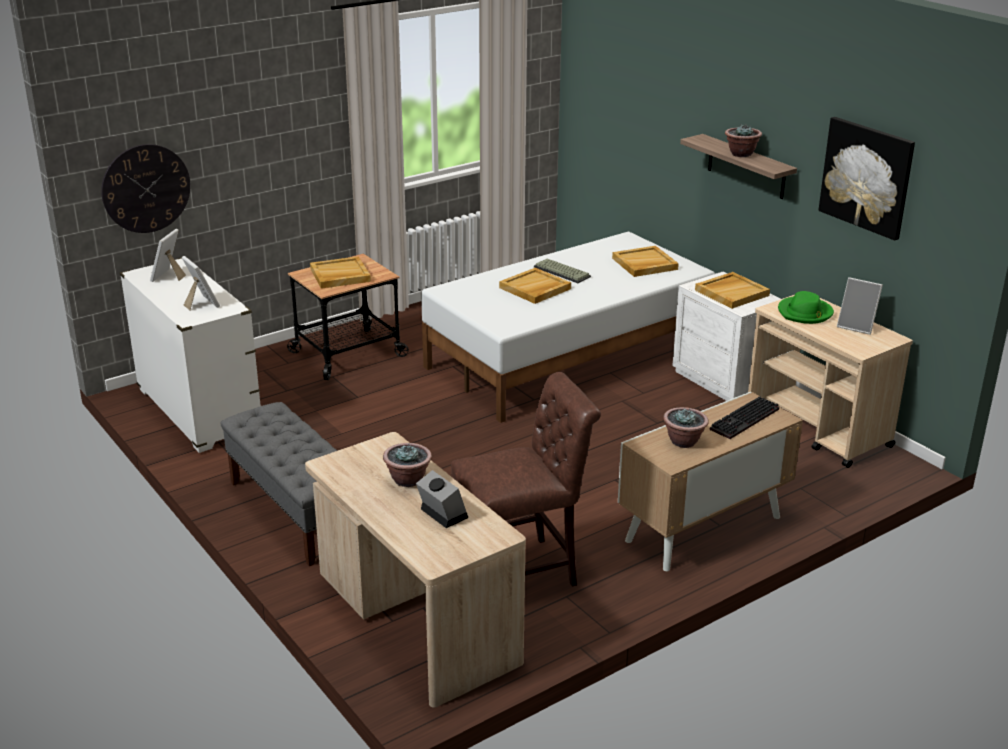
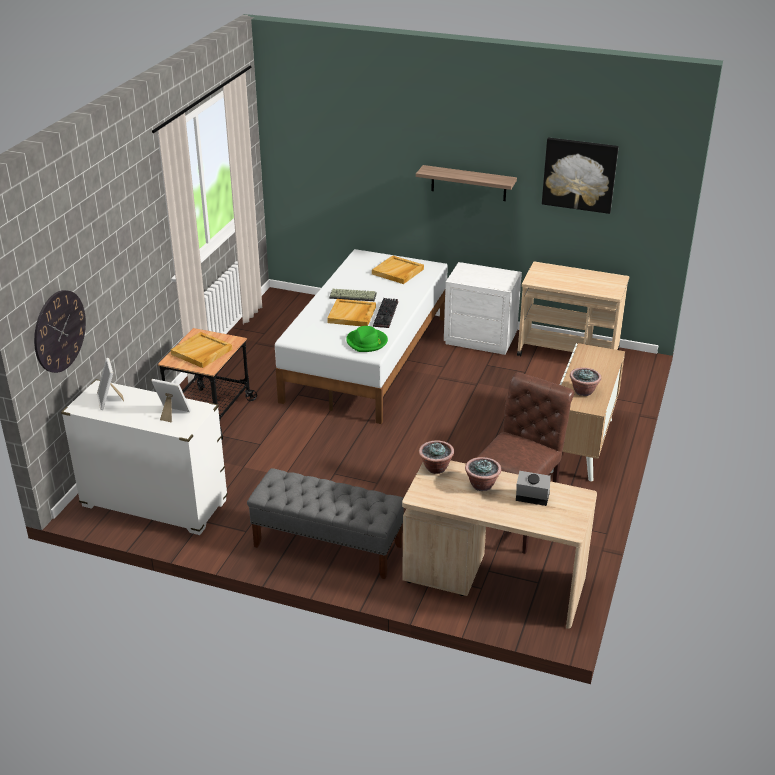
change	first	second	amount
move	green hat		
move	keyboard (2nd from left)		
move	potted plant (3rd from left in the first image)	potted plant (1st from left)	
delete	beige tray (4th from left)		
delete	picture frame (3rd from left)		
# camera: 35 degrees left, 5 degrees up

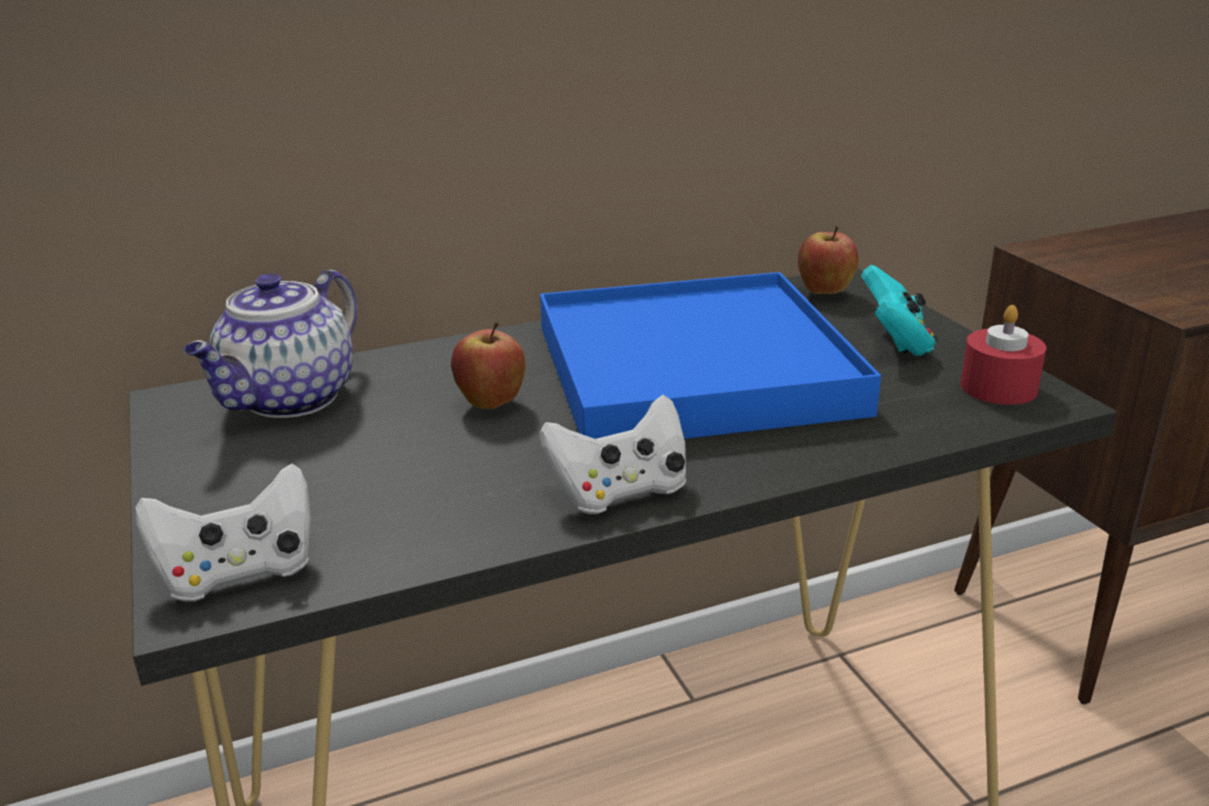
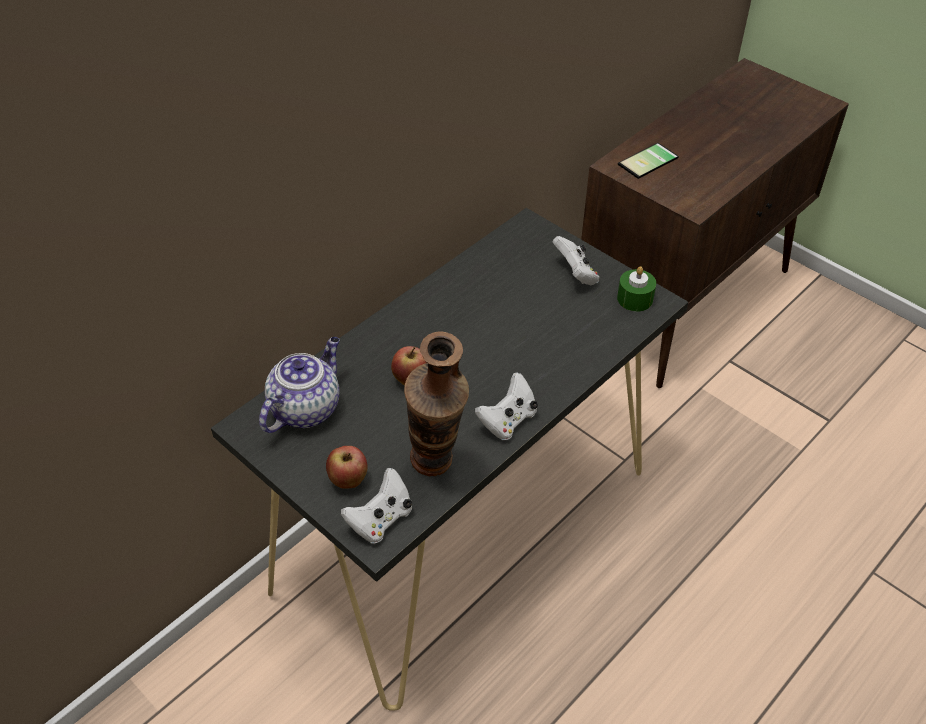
change	first	second	amount
rotate	teapot		150 degrees counterclockwise
move	apple (2nd from left in the first image)	apple (1st from left)	
insert		vase	
recolor	turquoise game controller	white game controller (3rd from left)	
recolor	red candle	green candle	
insert		phone	
delete	blue tray		
# camera: 25 degrees left, 20 degrees up

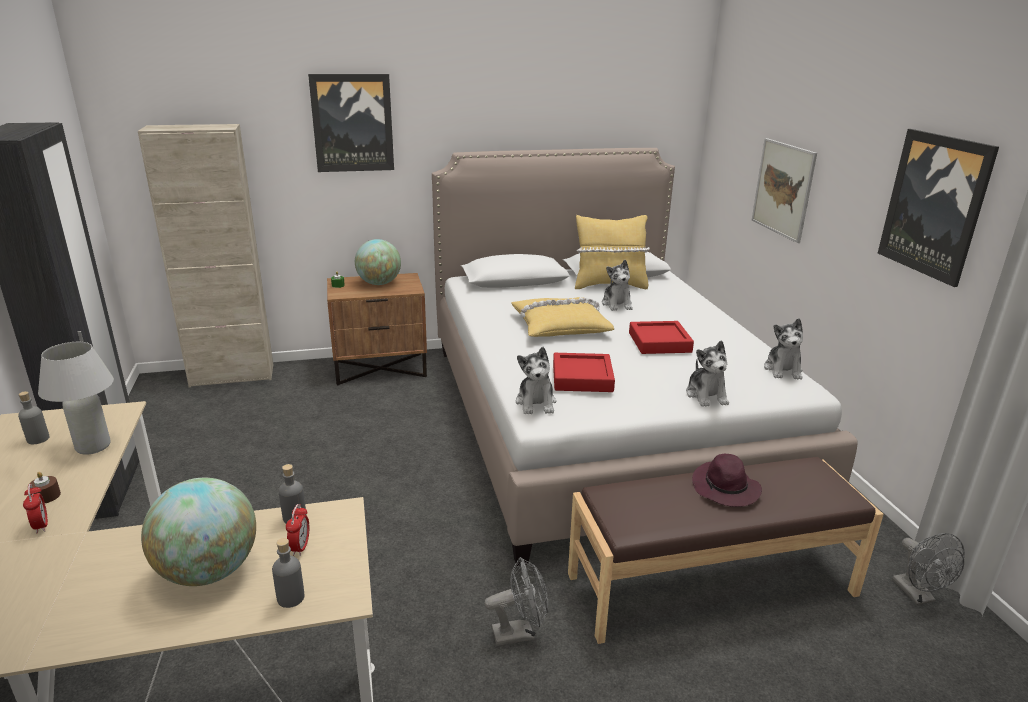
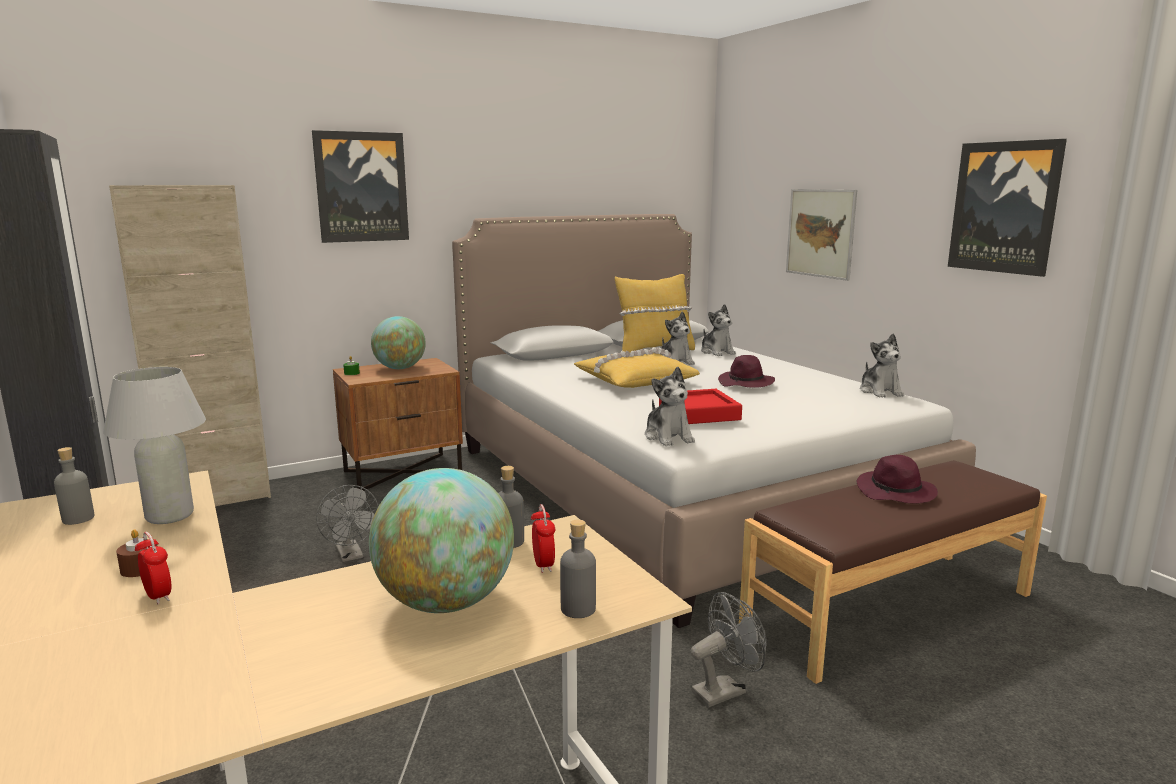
change	first	second	amount
move	grey fan (2nd from left in the first image)	grey fan (1st from left)	
move	plush toy (3rd from left)		
replace	red tray (2nd from left)	purple hat (1st from left)	
# camera: 15 degrees left, 10 degrees down

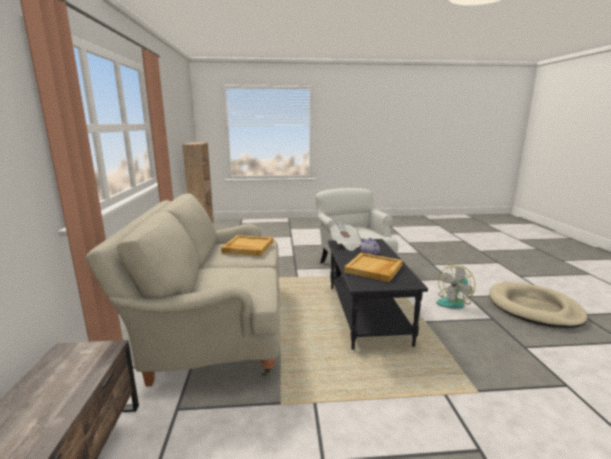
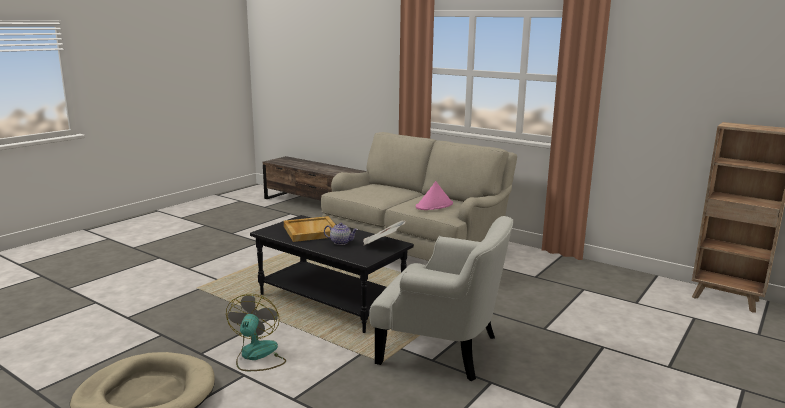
change	first	second	amount
replace	beige tray (1st from left)	pink hat	
# camera: 130 degrees right, 0 degrees up

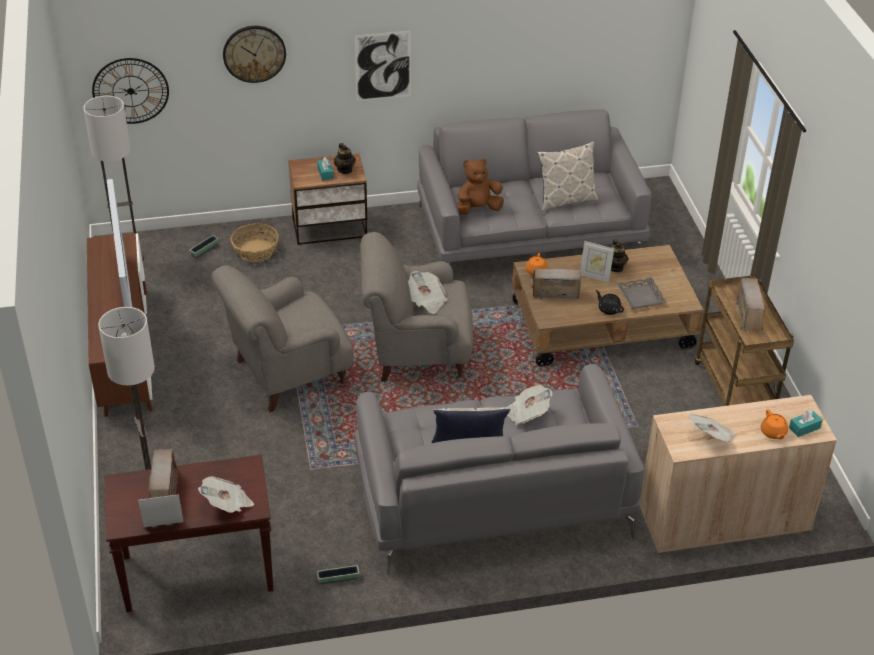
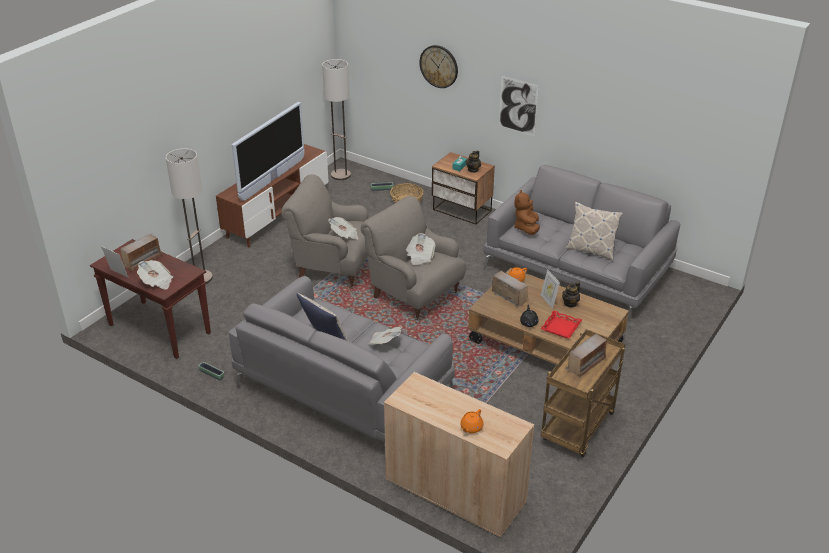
change	first	second	amount
move	newspaper (4th from left in the first image)	newspaper (2nd from left)	
rotate	brown plush toy		105 degrees counterclockwise
recolor	grey tray	red tray	
delete	wall clock (1st from left)		
delete	turquoise tissue box (2nd from left)		
# camera: 45 degrees right, 5 degrees down

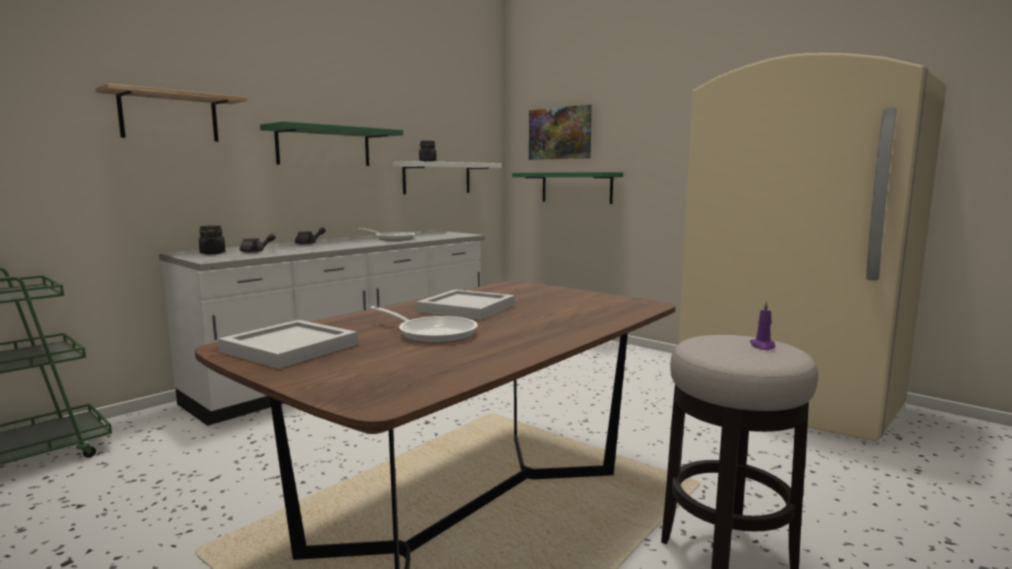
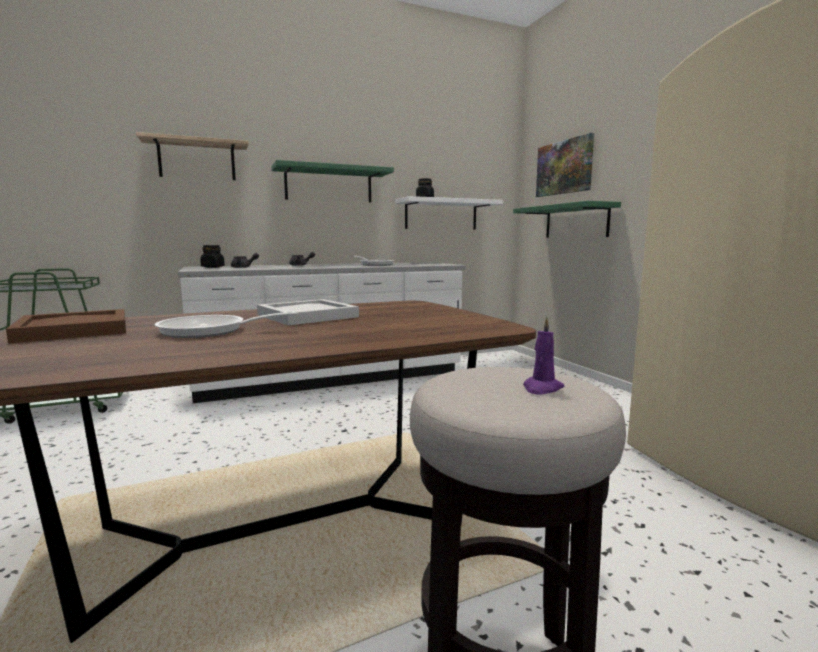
change	first	second	amount
recolor	white tray (1st from left)	brown tray	
rotate	frying pan (2nd from left in the first image)	frying pan (1st from left)	120 degrees clockwise
# camera: 25 degrees right, 0 degrees up

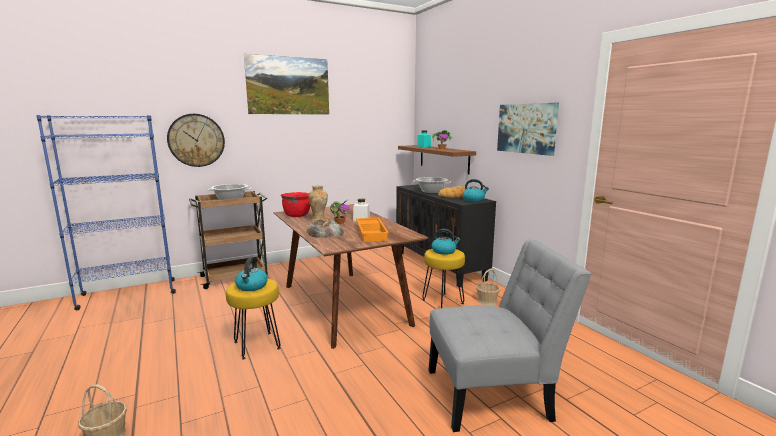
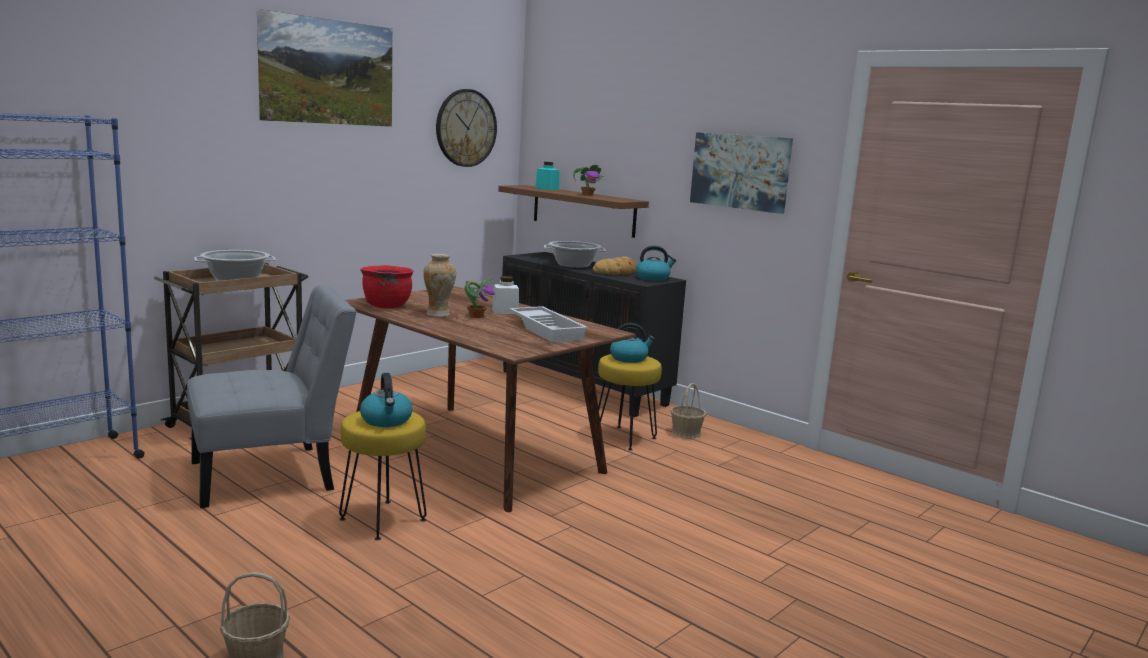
change	first	second	amount
move	grey chair		
move	wall clock		
recolor	orange tray	white tray	
delete	bread (1st from left)		
# camera: 20 degrees left, 0 degrees up

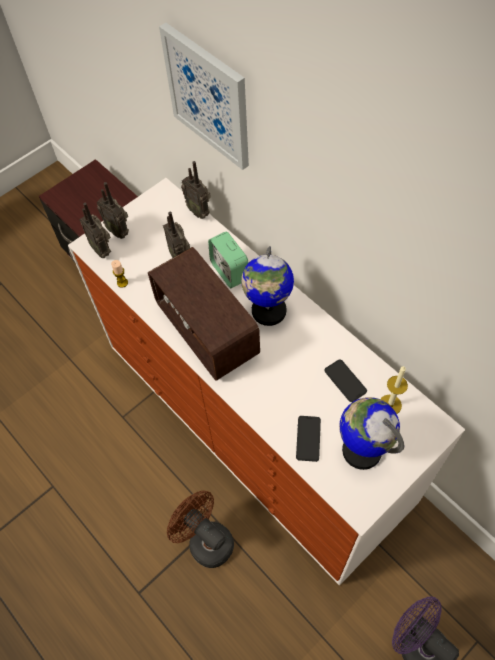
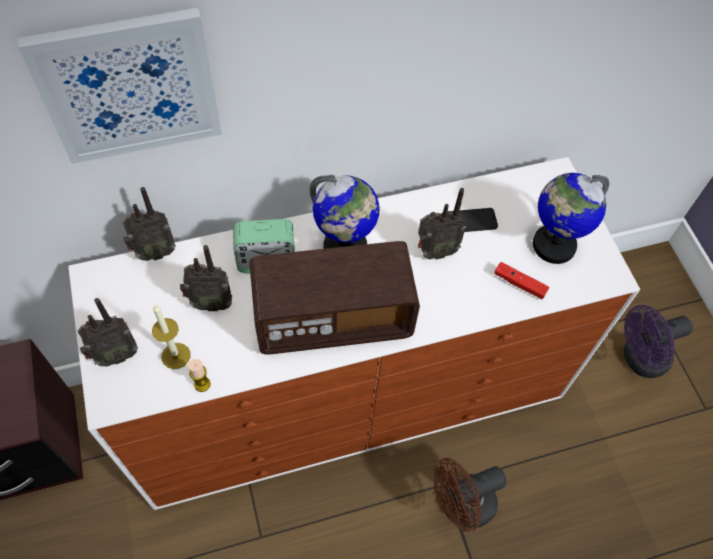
change	first	second	amount
move	candle (2nd from left in the first image)	candle (1st from left)	
move	radio (1st from left in the first image)	radio (5th from left)	
replace	phone (1st from left)	red game controller	
# camera: 70 degrees left, 0 degrees up

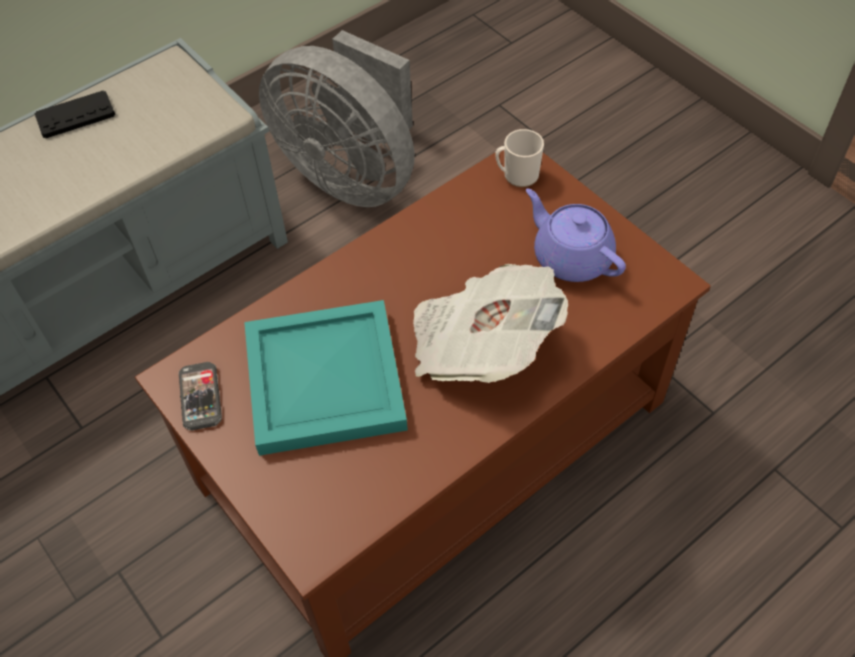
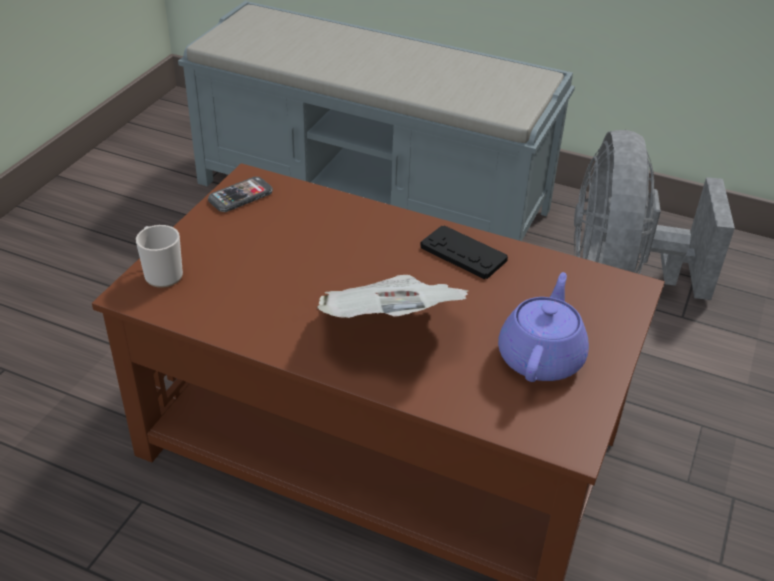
change	first	second	amount
move	mug		
move	black game controller		
delete	turquoise tray		
# camera: 60 degrees right, 15 degrees down

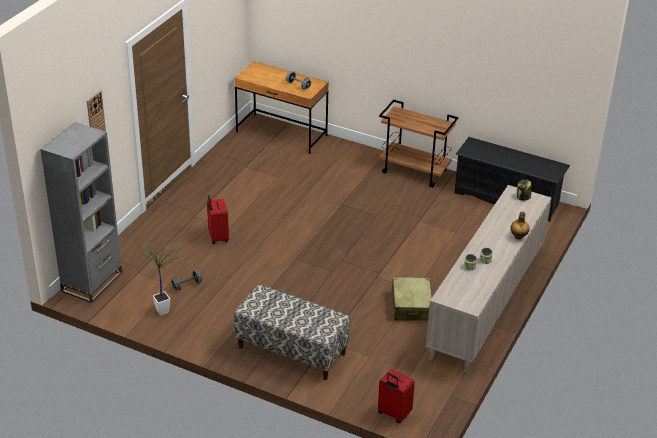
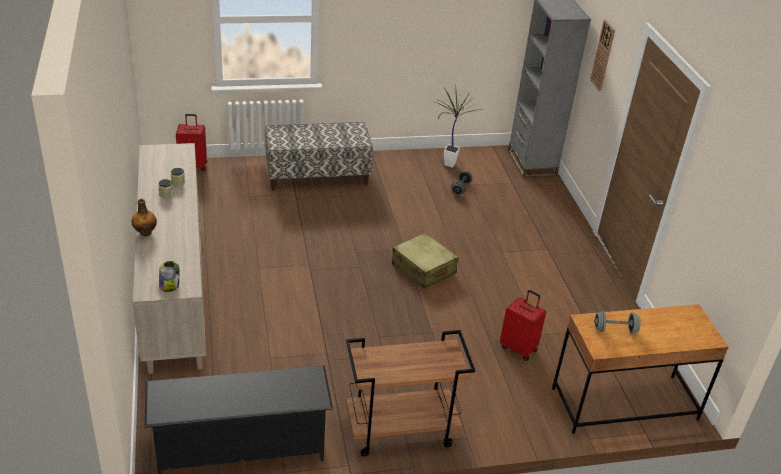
change	first	second	amount
move	beige suitcase		
move	red suitcase (1st from left in the first image)	red suitcase (2nd from left)	
# camera: 140 degrees right, 0 degrees up

